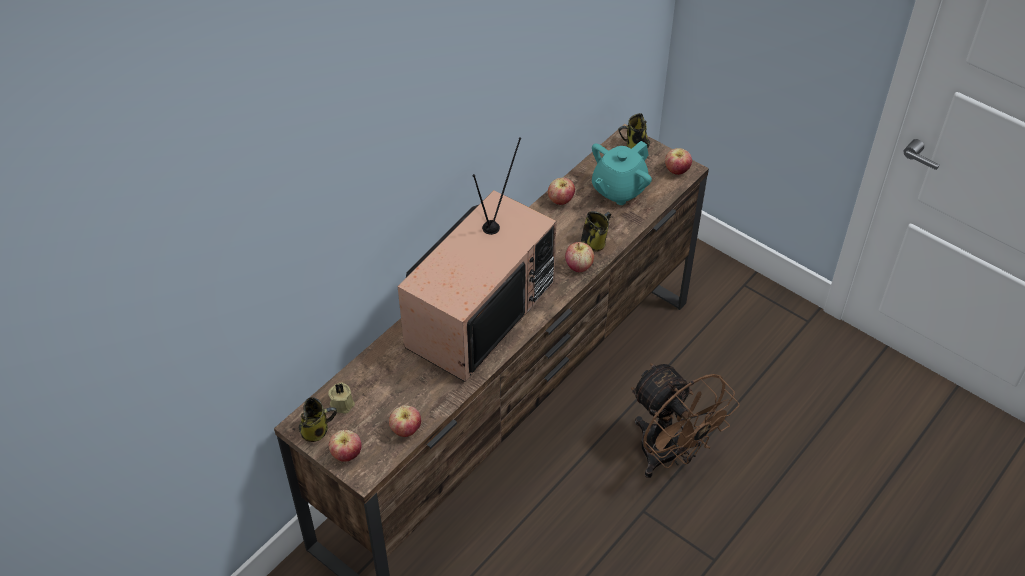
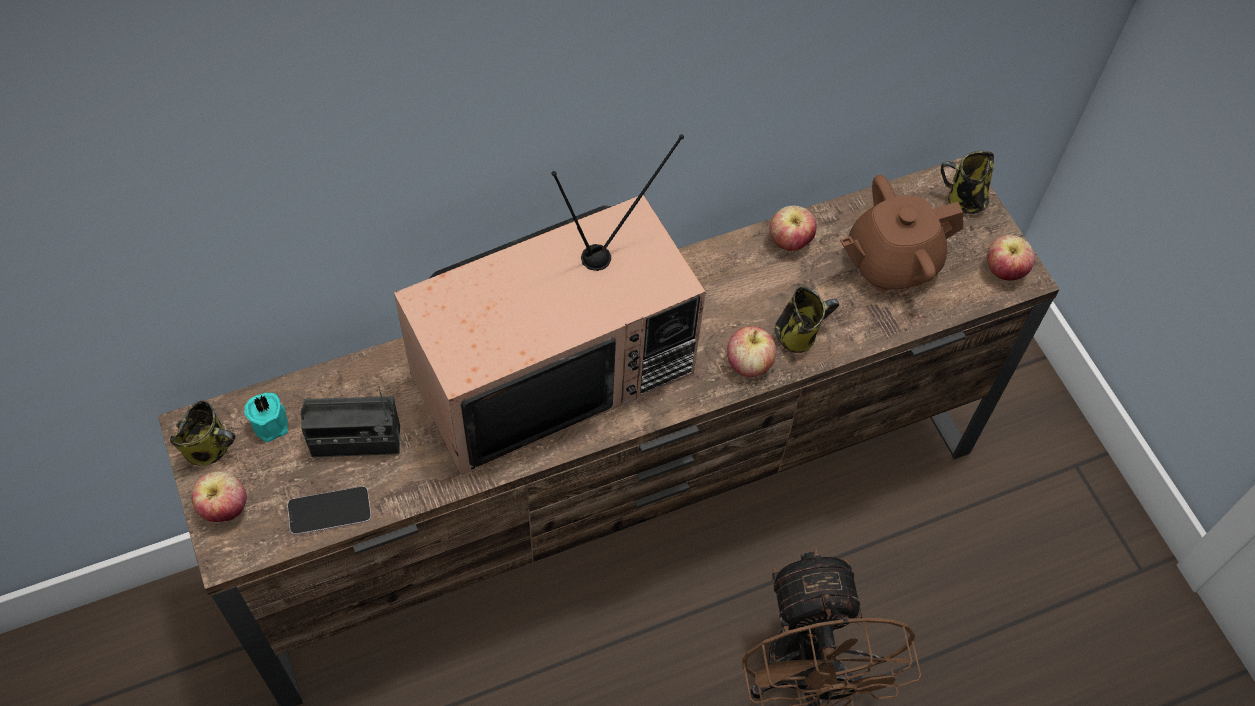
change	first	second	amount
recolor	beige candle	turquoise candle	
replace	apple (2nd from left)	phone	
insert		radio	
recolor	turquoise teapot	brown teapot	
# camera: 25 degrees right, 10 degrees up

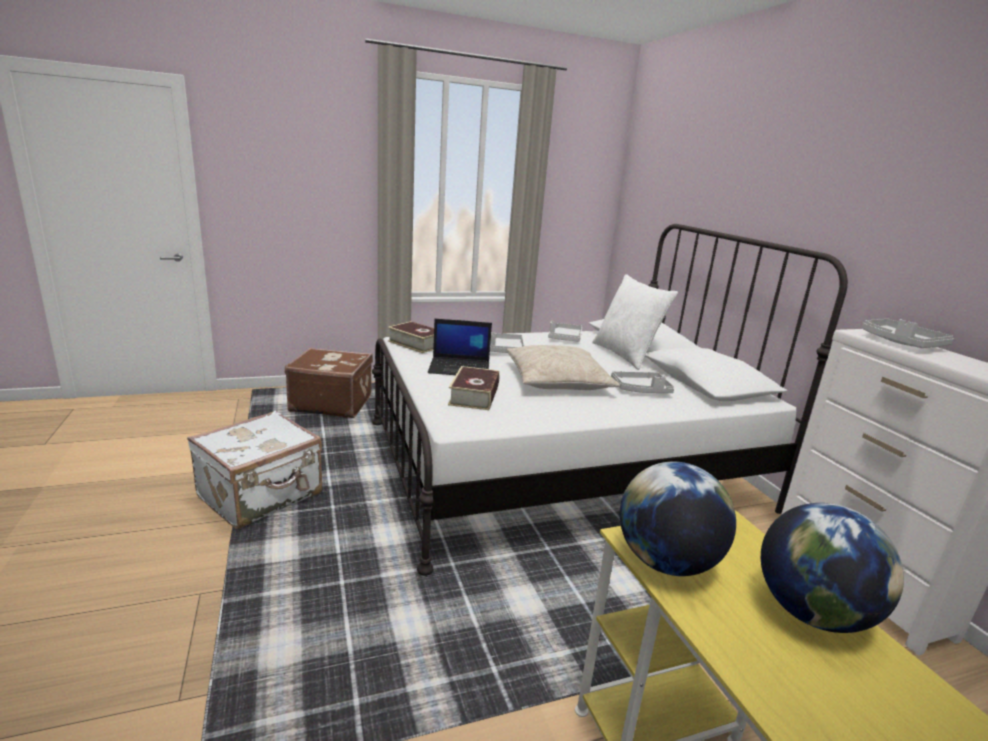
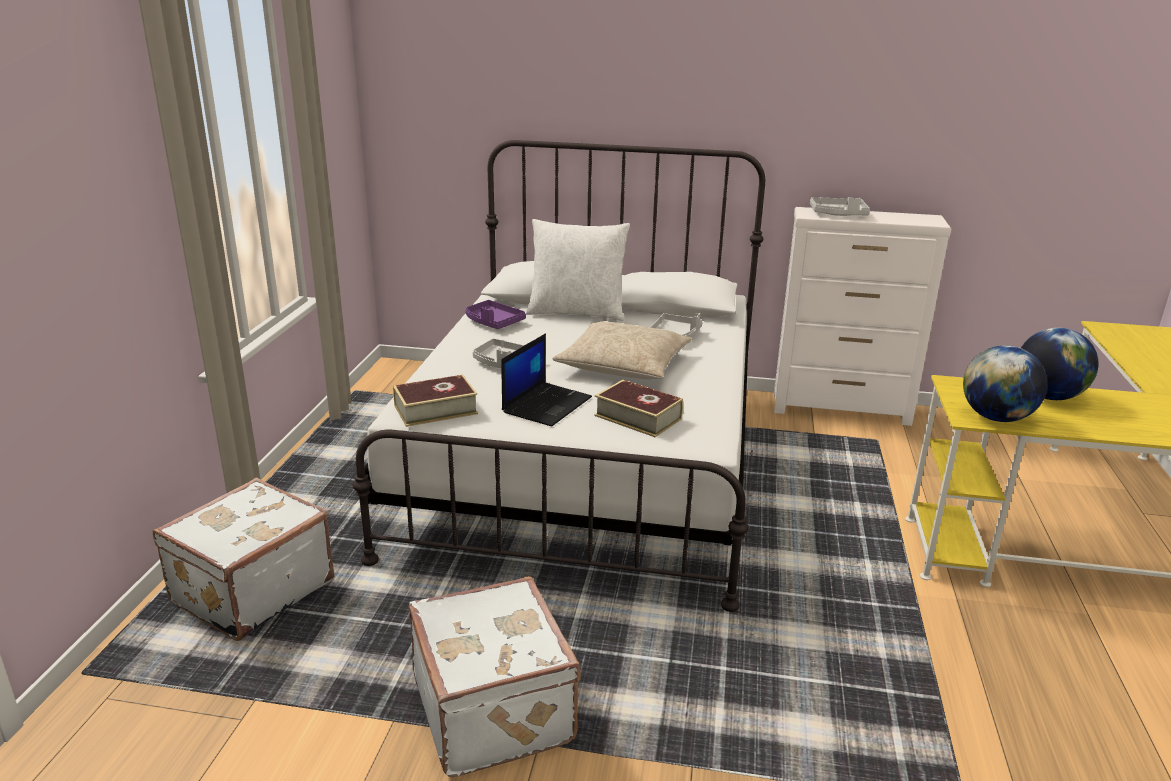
change	first	second	amount
recolor	brown suitcase	white suitcase (1st from left)	
recolor	grey tray (2nd from left)	purple tray	
# camera: 60 degrees left, 5 degrees up

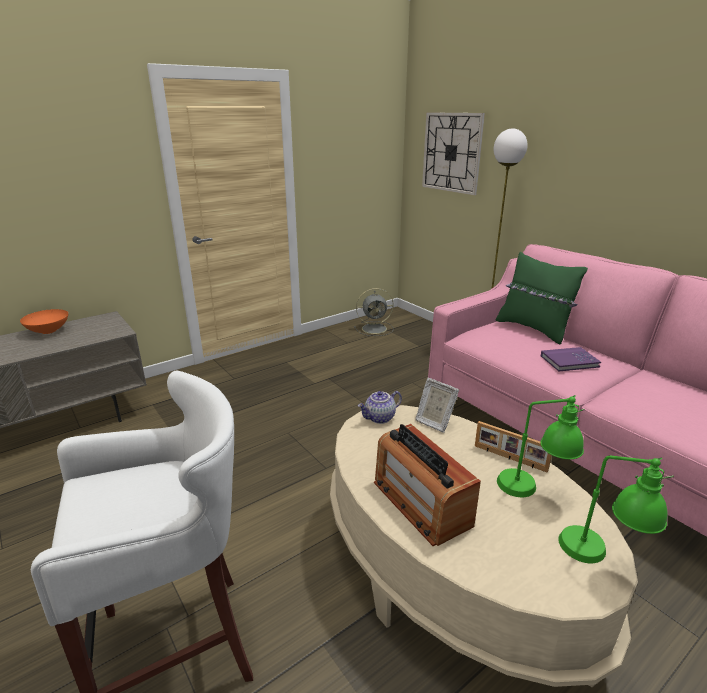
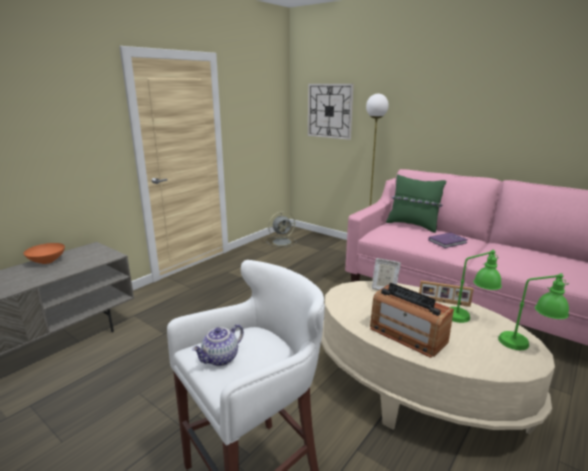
change	first	second	amount
move	teapot		
# camera: 15 degrees left, 5 degrees down

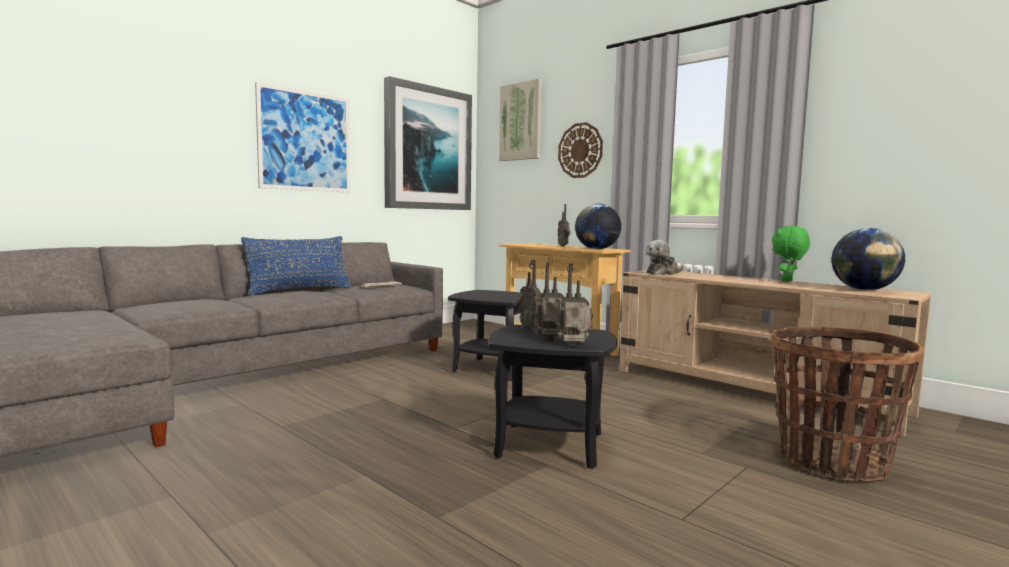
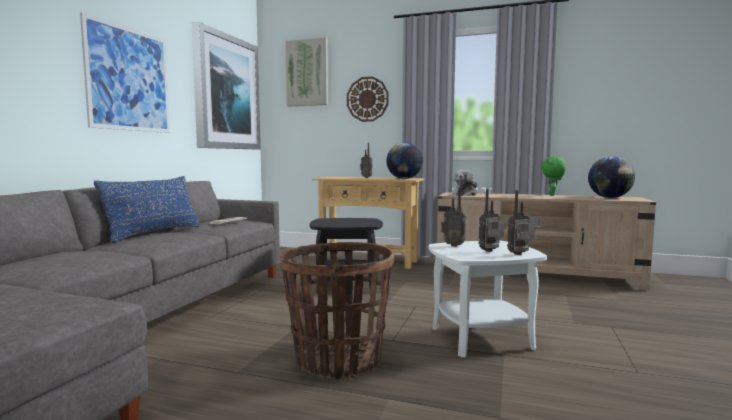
change	first	second	amount
move	basket		
recolor	black side table (2nd from left)	white side table	
# camera: 25 degrees left, 0 degrees up

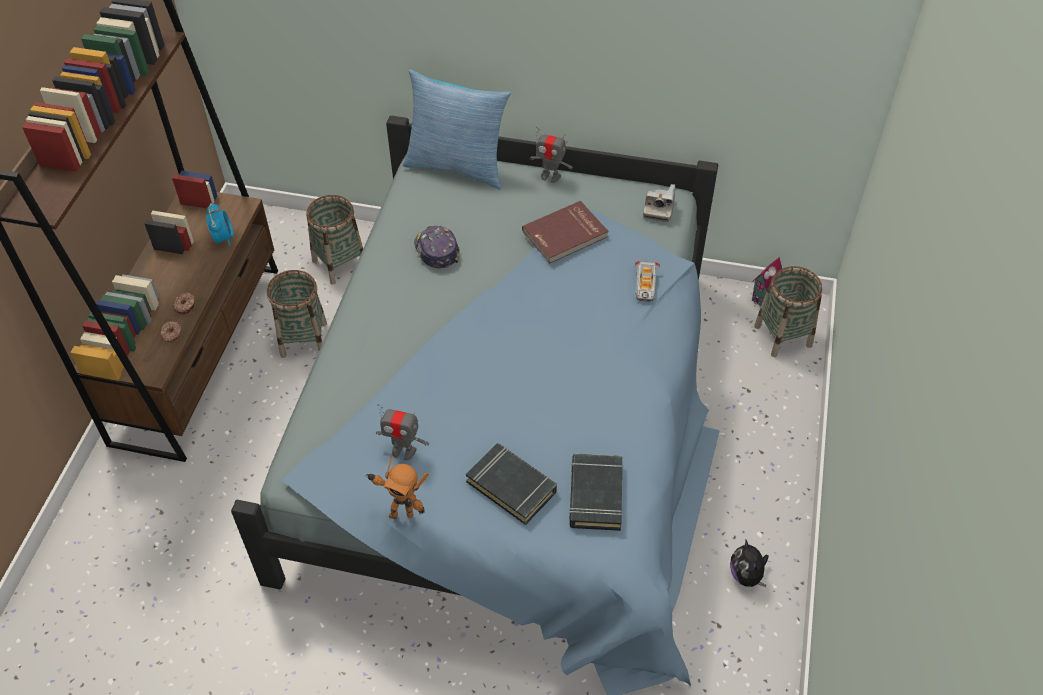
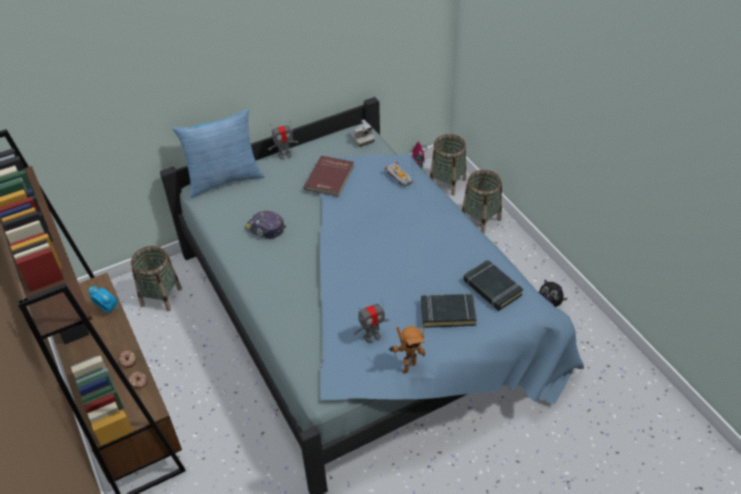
change	first	second	amount
move	basket (1st from left in the first image)	basket (3rd from left)	
# camera: 40 degrees left, 5 degrees down

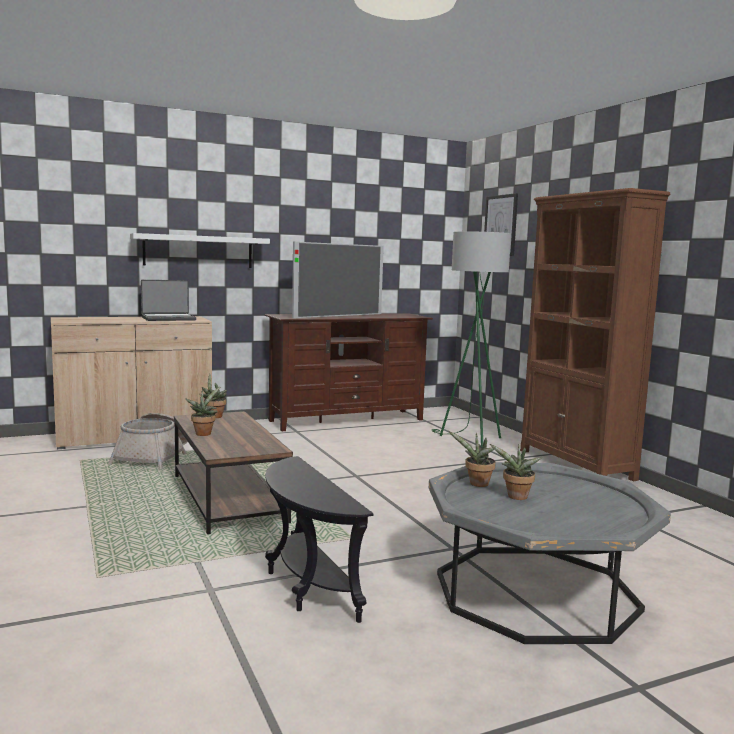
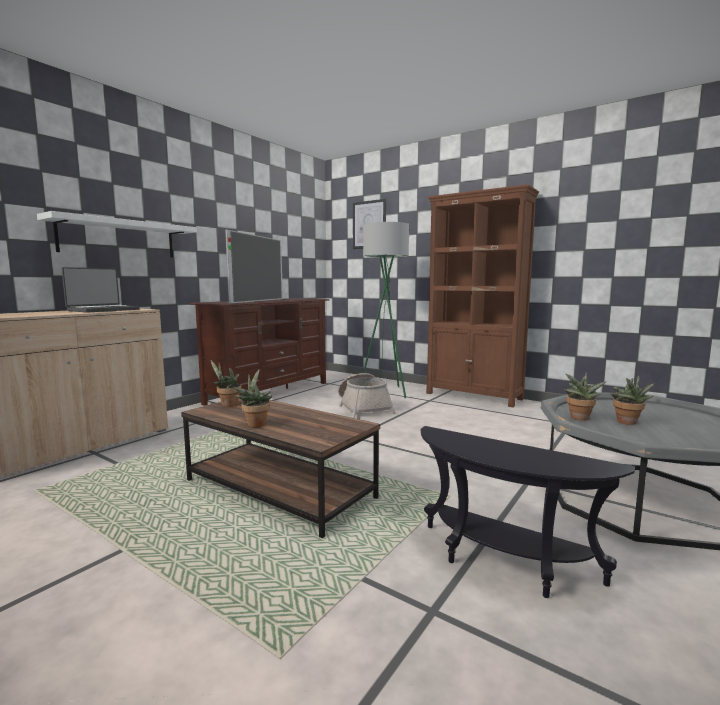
change	first	second	amount
move	basket		
# camera: 30 degrees left, 0 degrees up

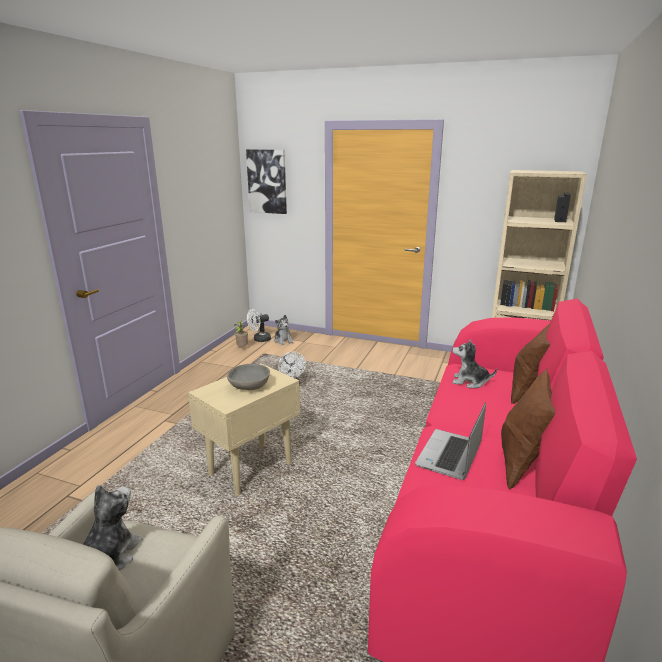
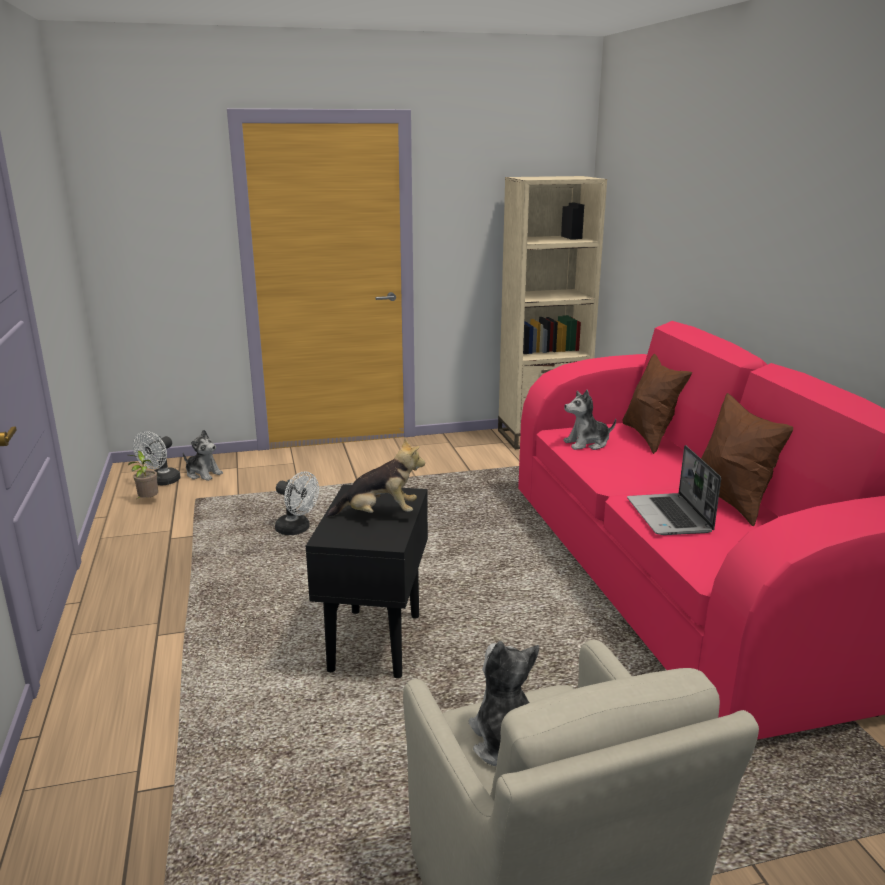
change	first	second	amount
recolor	beige side table	black side table	
replace	grey bowl	plush toy (2nd from left)	
delete	picture		
# camera: 35 degrees left, 0 degrees up

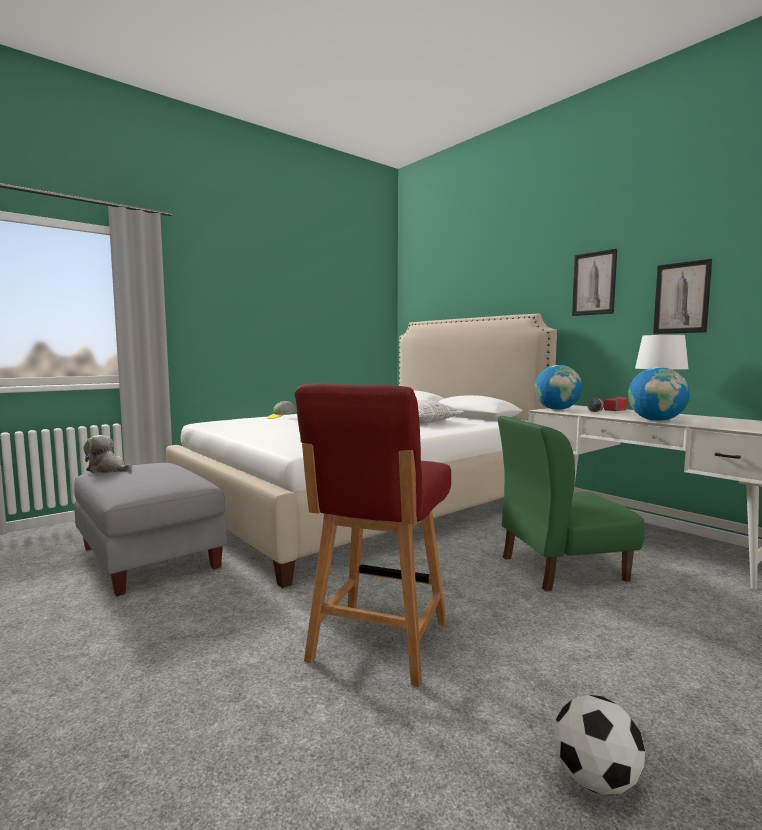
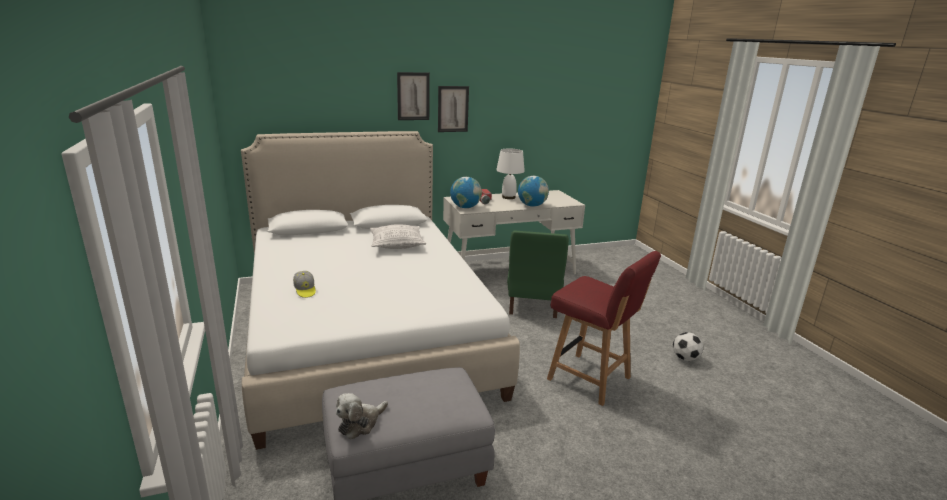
change	first	second	amount
move	picture (2nd from left in the first image)	picture (1st from left)	
# camera: 70 degrees left, 15 degrees up

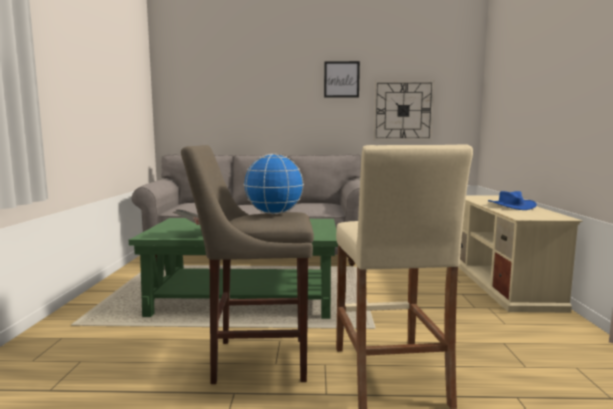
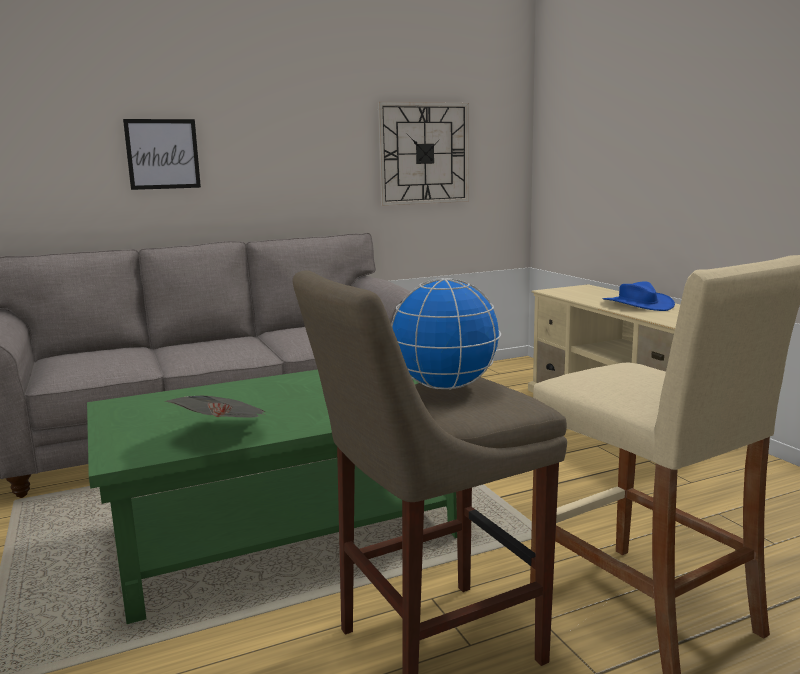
change	first	second	amount
move	picture		
# camera: 25 degrees left, 5 degrees up

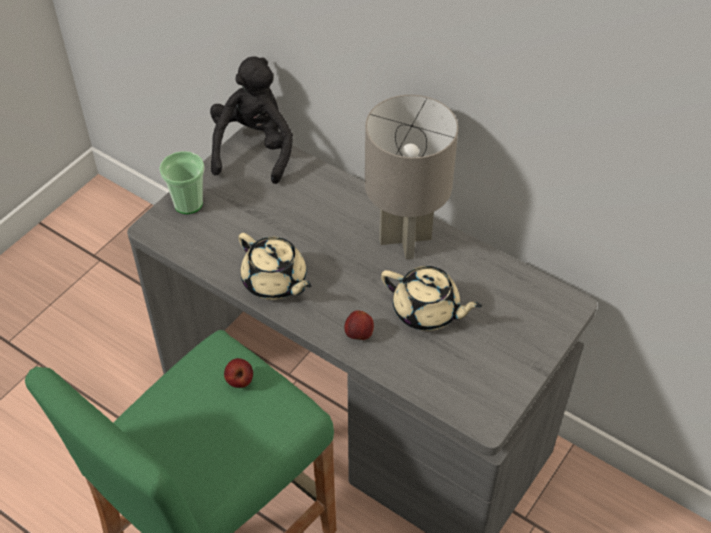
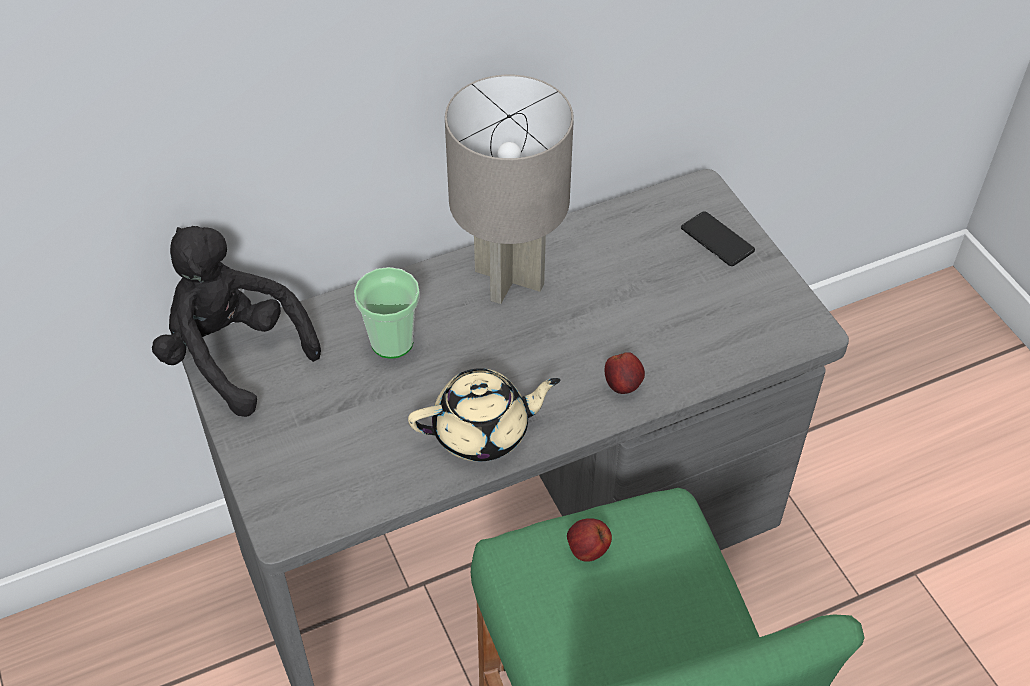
change	first	second	amount
move	cup		
insert		phone	
delete	beige teapot (2nd from left)		
# camera: 60 degrees left, 0 degrees up

